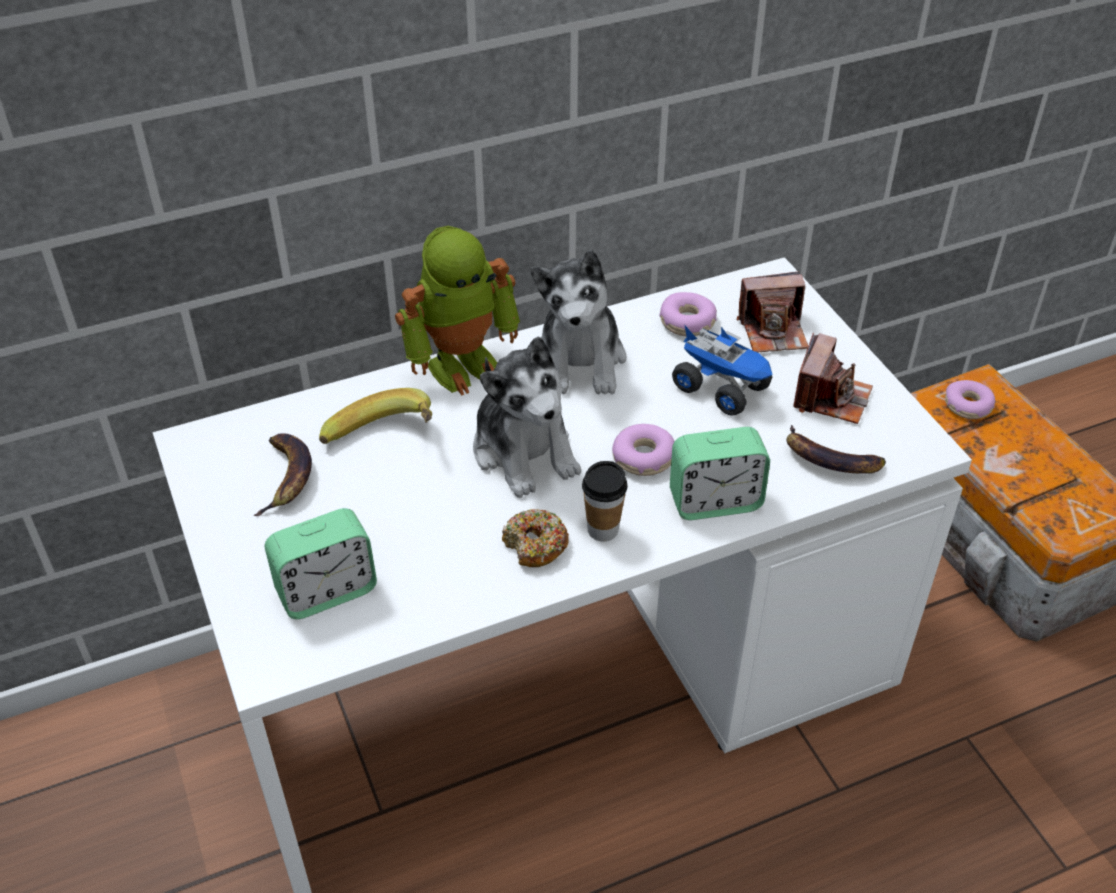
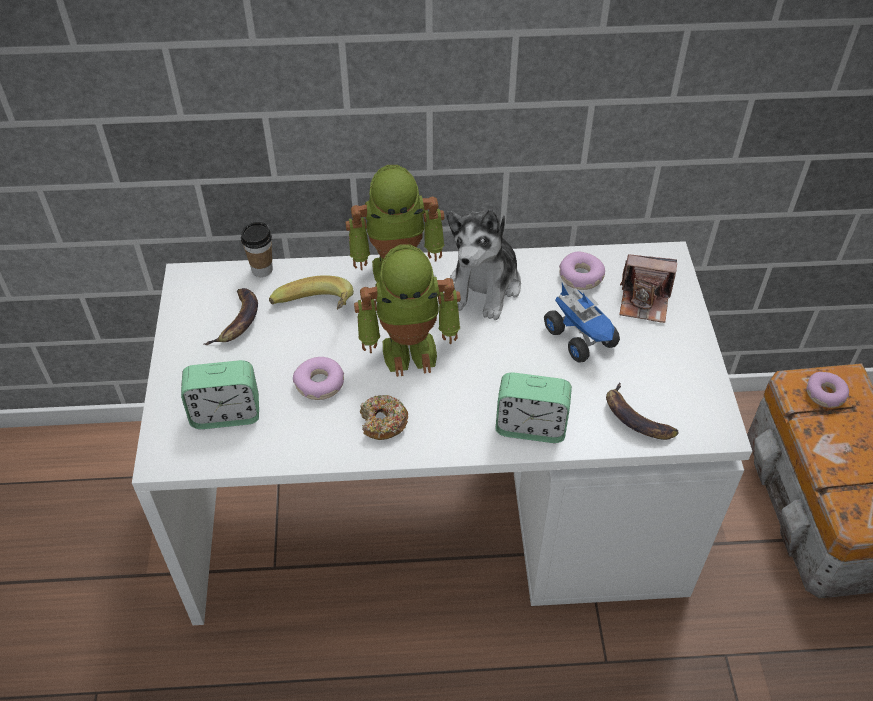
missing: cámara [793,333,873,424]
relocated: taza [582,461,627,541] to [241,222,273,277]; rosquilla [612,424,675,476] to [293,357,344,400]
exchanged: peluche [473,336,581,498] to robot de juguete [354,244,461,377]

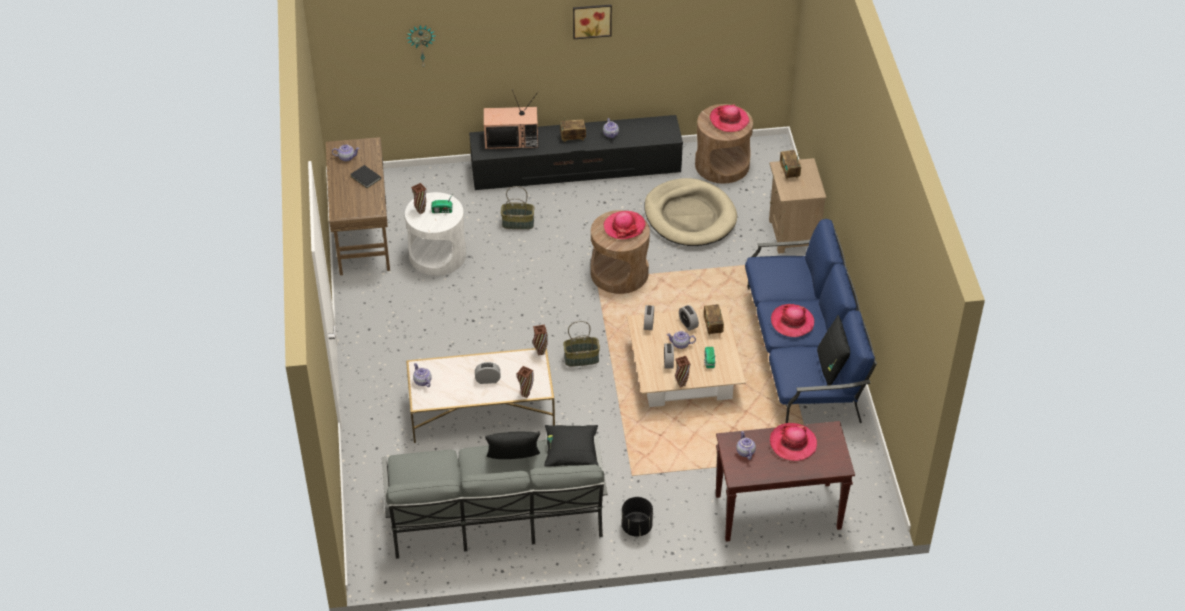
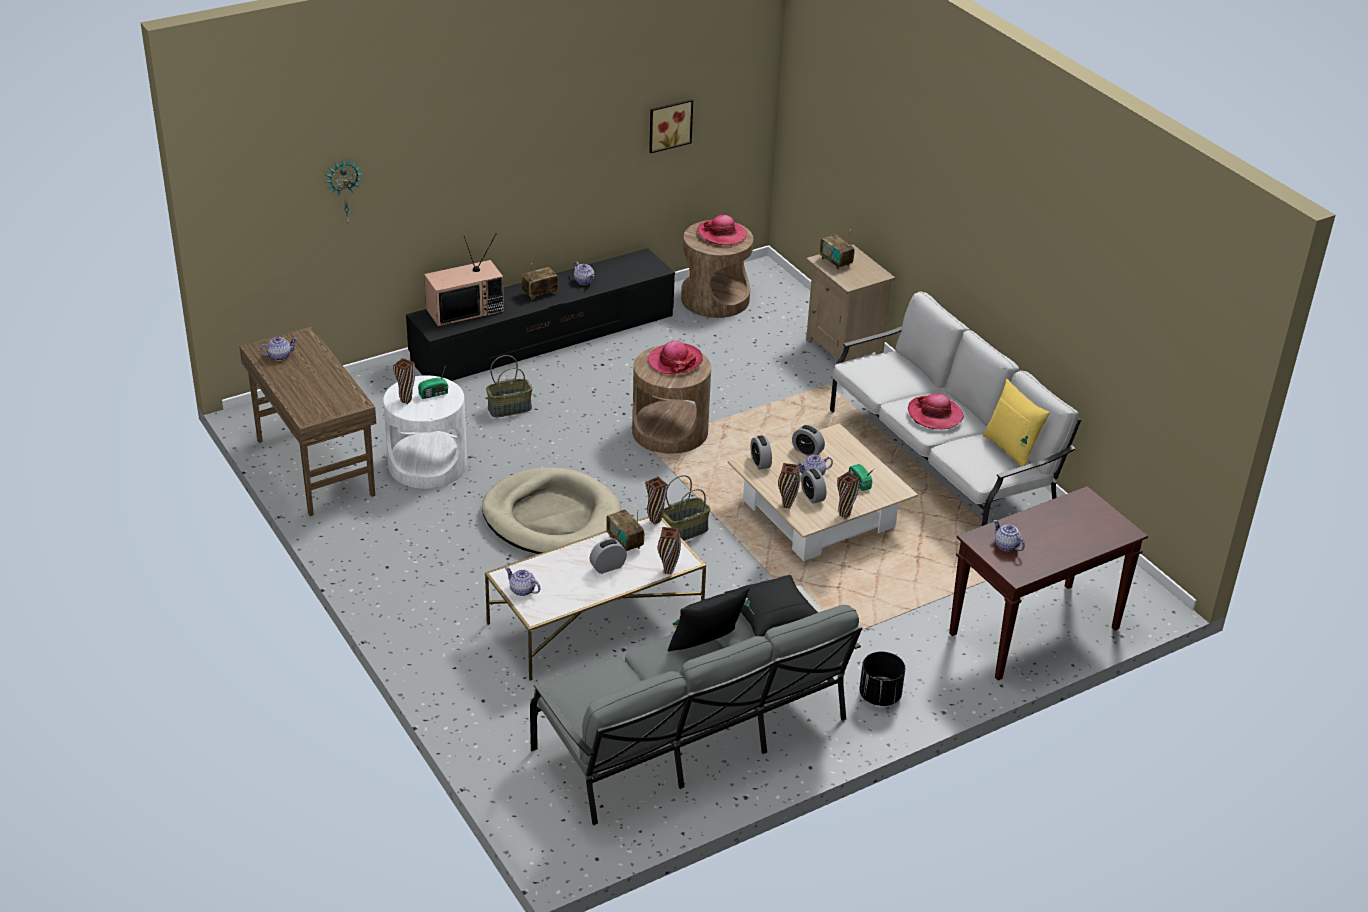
missing: libro/negro [350,165,381,188]; sombrero [770,423,817,461]
appeared: florero/marrón [778,463,800,508]
relocated: cuadro [573,4,612,39] to [649,99,693,153]; cama para perro/beis [644,178,737,246] to [482,467,621,554]; radio [704,304,724,335] to [606,509,644,551]
colour: sofá/azul [745,219,877,423] to sofá/blanco [830,291,1081,526]; cojín/negro [817,315,850,385] to cojín/amarillo [983,379,1049,467]

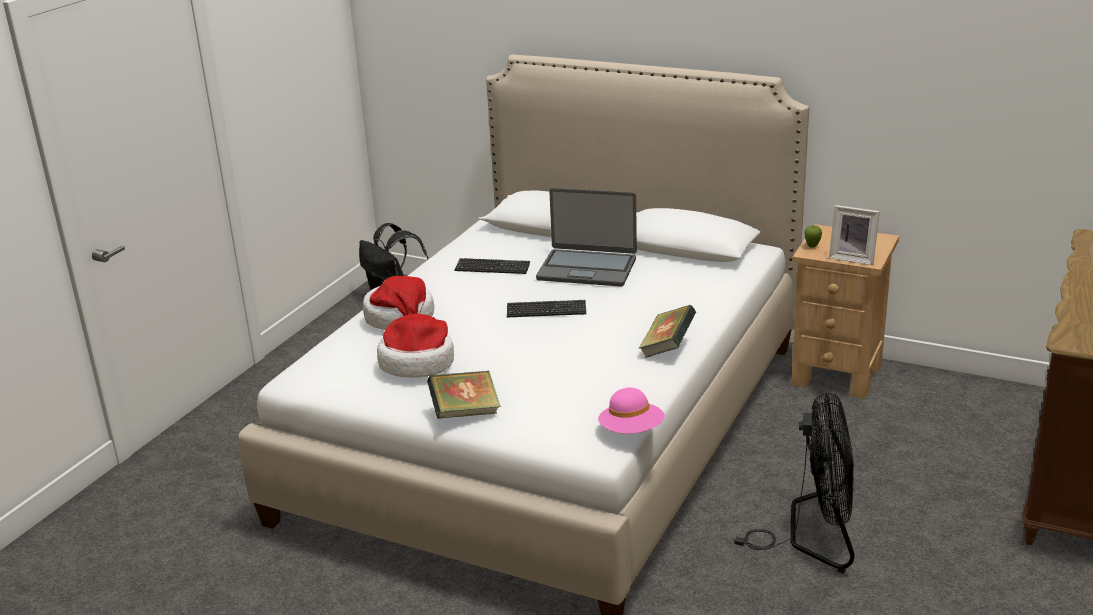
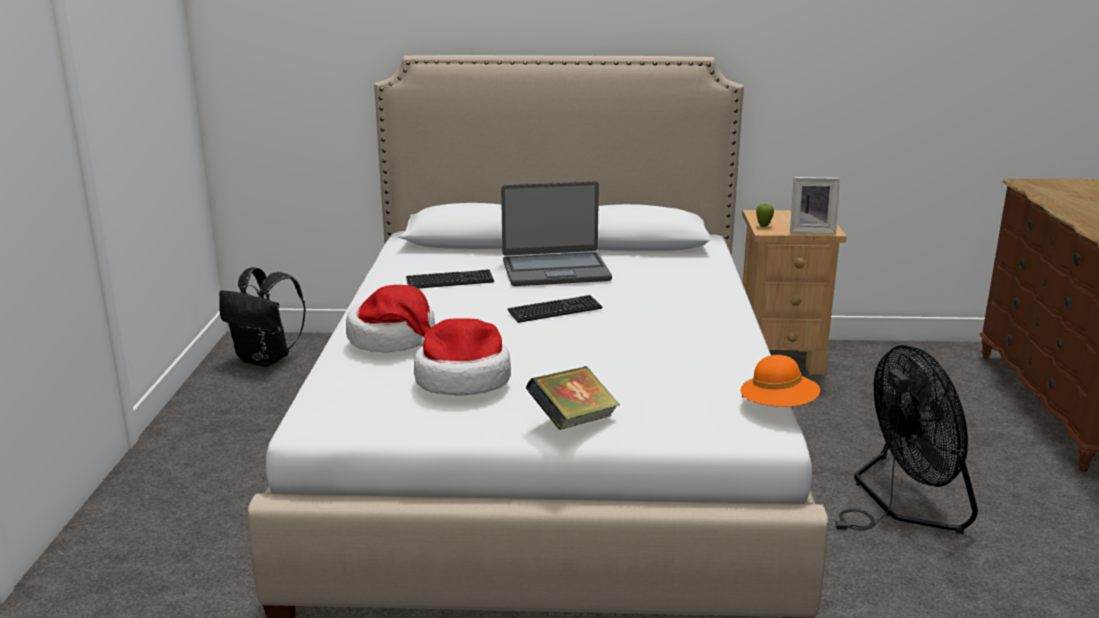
missing: libro [639,305,696,358]
colour: sombrero/rosa [598,388,665,434] to sombrero/naranja [740,355,820,407]

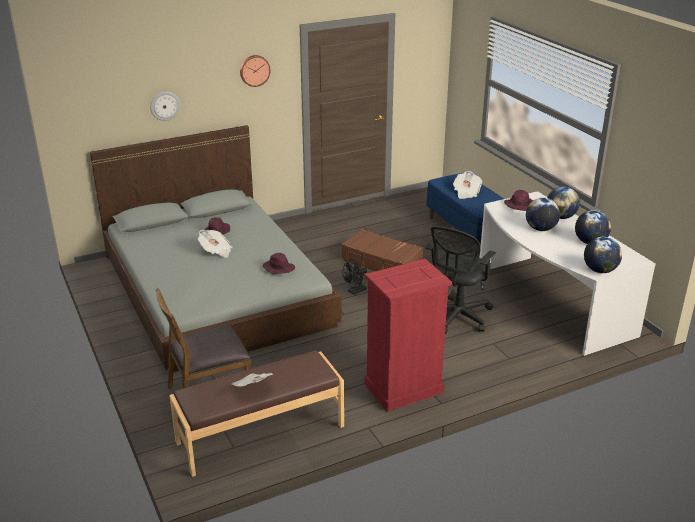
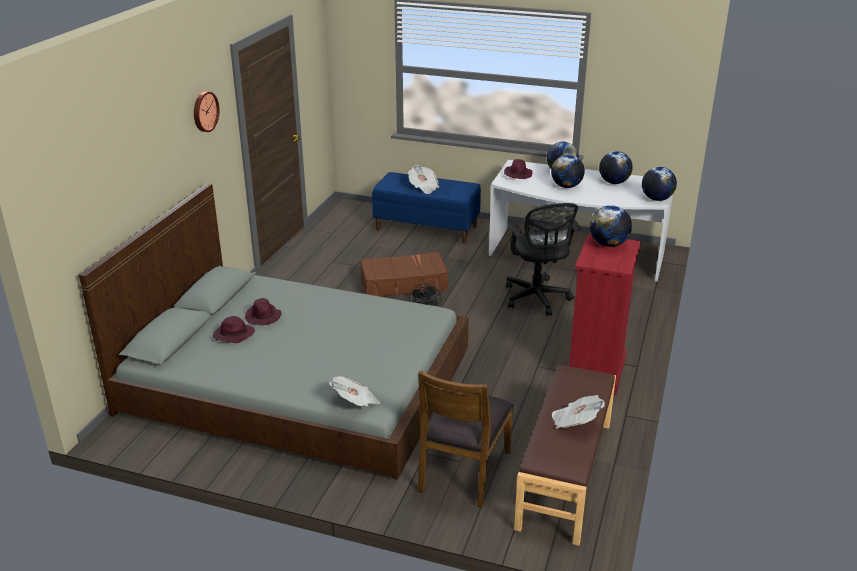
missing: reloj de pared [150,92,180,121]
appeared: globo terráqueo [590,205,632,247]
relocated: periódico [198,230,233,258] to [329,376,381,406]; sombrero/morado [263,253,295,274] to [213,316,255,343]

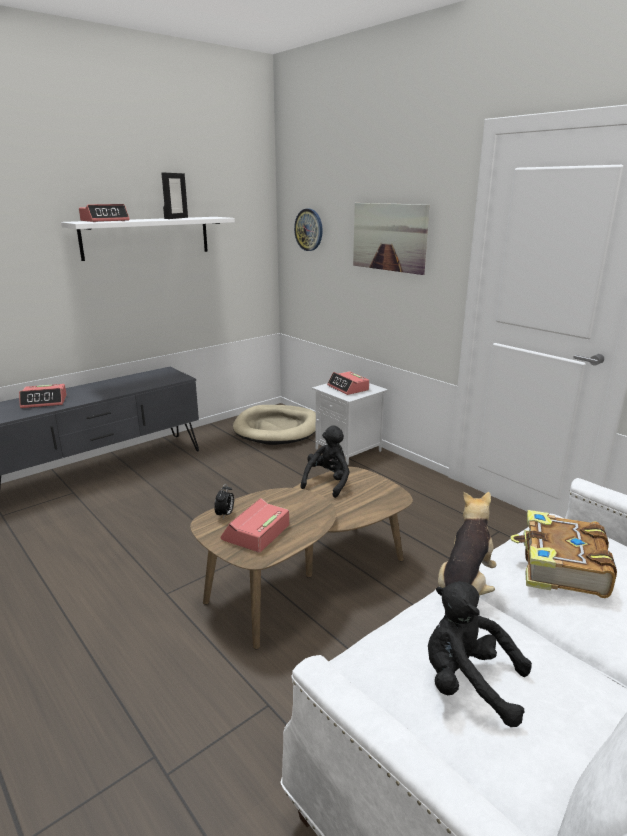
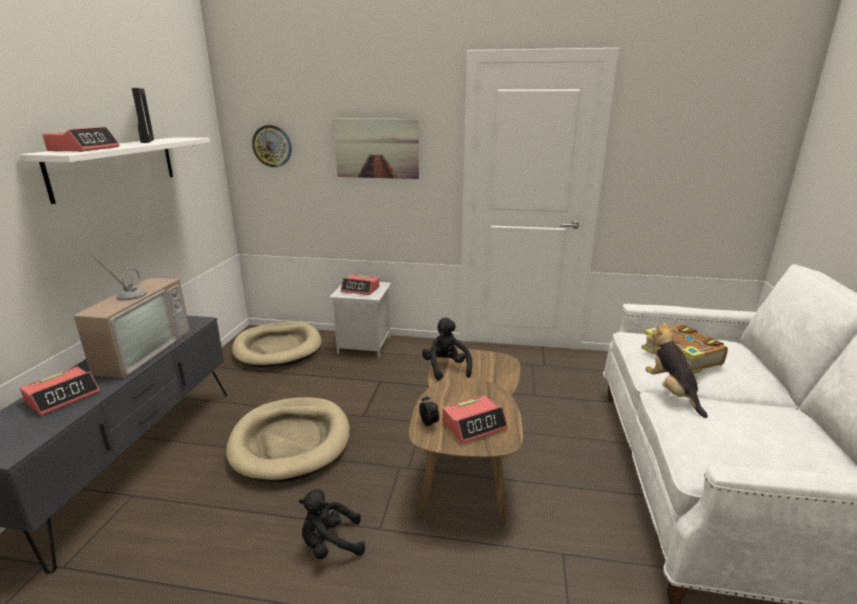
appeared: televisor [74,236,190,378]; cama para perro/beis [226,397,350,482]
relocated: peluche/negro [428,581,532,727] to [299,489,365,559]
spun: despertador [221,498,289,553] = [442,395,508,444] 105 degrees counterclockwise

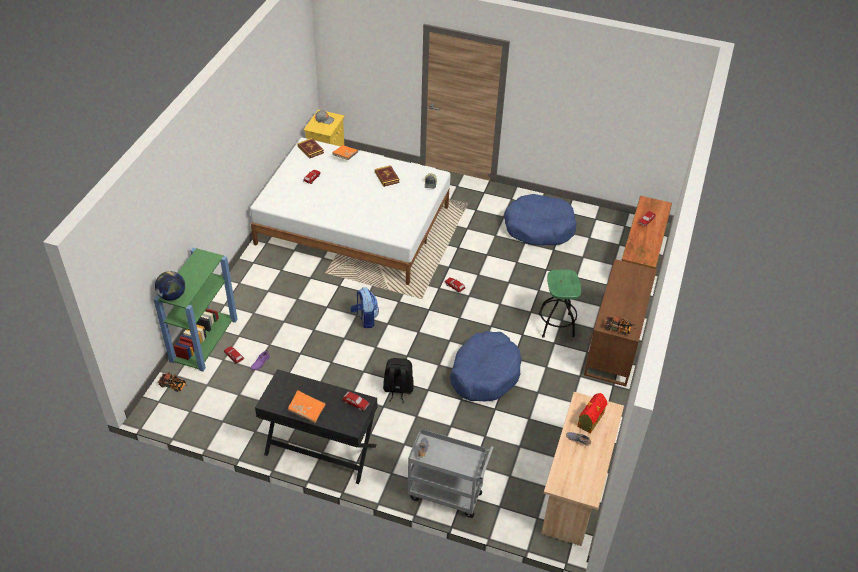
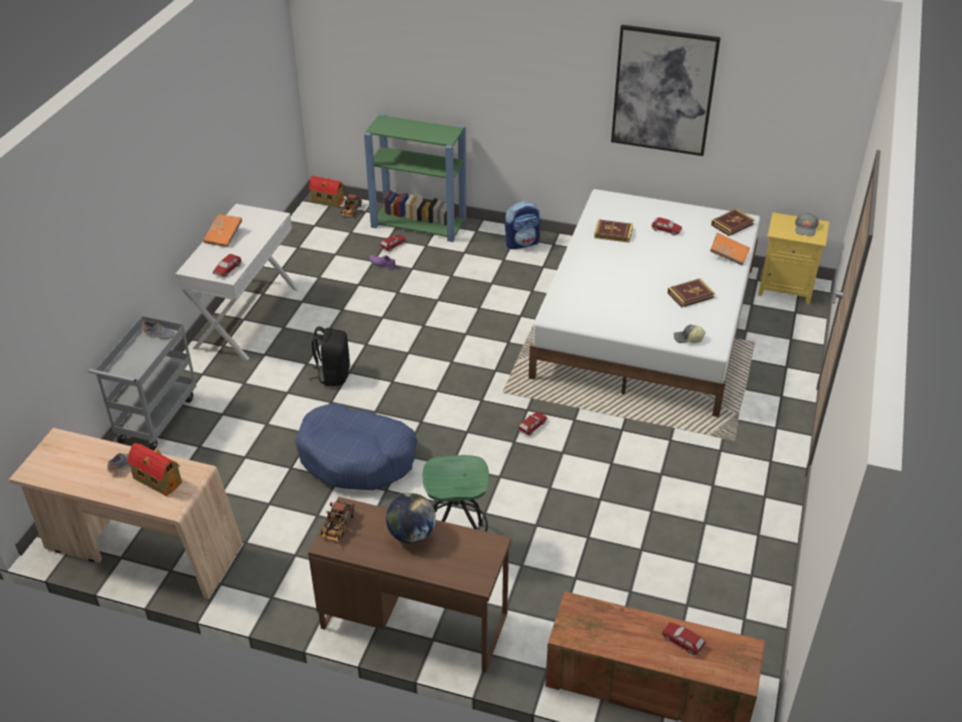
missing: cama para perro/azul [504,194,576,245]
appeared: casita [309,176,344,208]; libro [594,219,633,243]; cuadro [611,25,721,156]
relocated: globo terráqueo [155,271,186,301] to [386,493,436,544]; mochila [351,287,379,328] to [505,201,540,249]
colour: mesa consola/negro [255,369,378,484] to mesa consola/blanco [175,204,299,360]

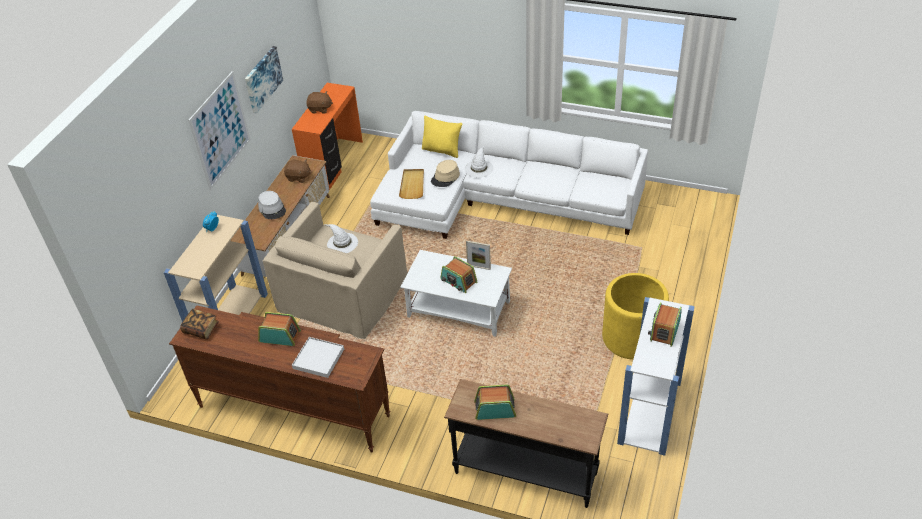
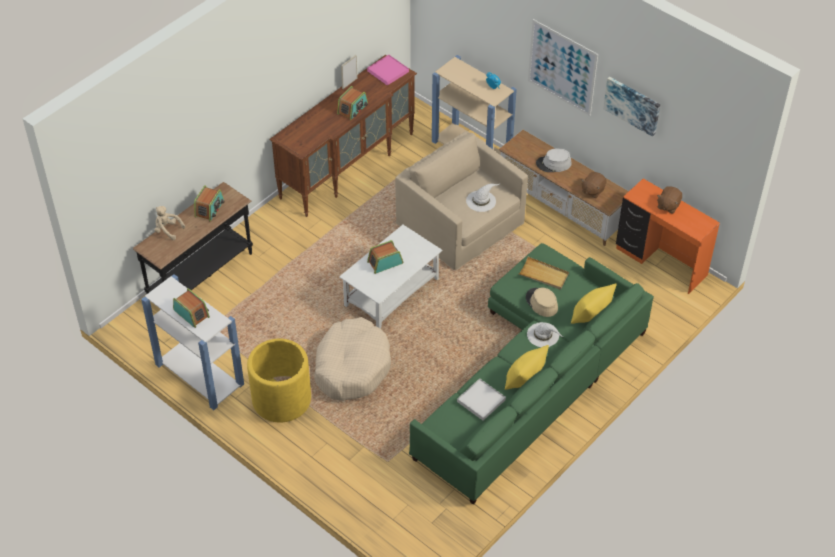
appeared: peluche/beis [154,206,185,240]; cama para perro/beis [314,317,391,401]; cojín/amarillo [505,345,549,390]
relocated: bandeja/blanco [292,337,344,378] to [457,378,506,421]; portarretratos [466,241,491,270] to [341,55,357,89]
exchanged: libro [180,309,219,340] to bandeja/rosa [367,55,409,85]
colour: sofá/blanco [370,111,648,239] to sofá/verde [409,243,654,504]

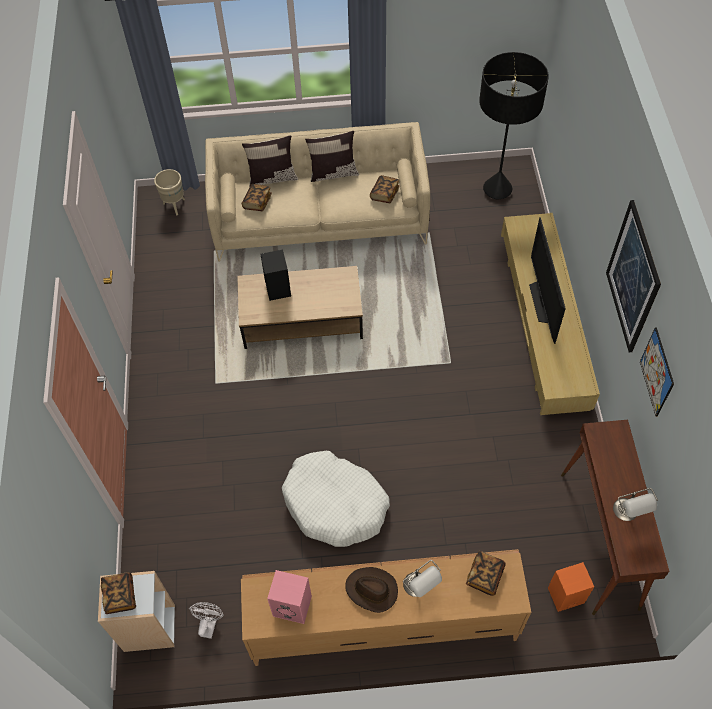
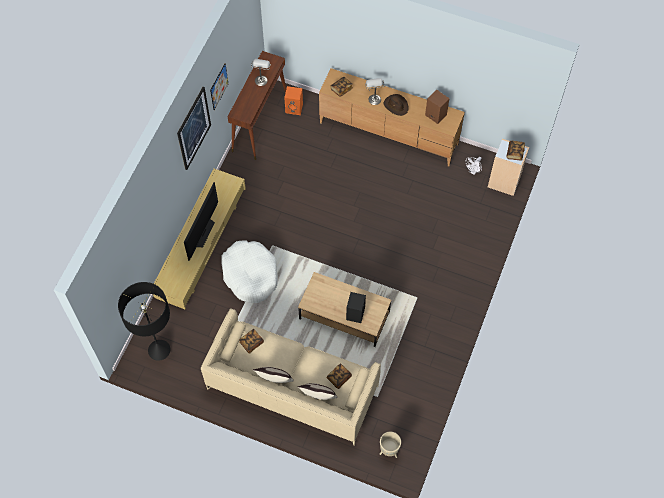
relocated: cama para perro/blanco [282,451,390,547] to [222,241,278,303]
colour: altavoz/rosa [267,570,312,624] to altavoz/marrón [425,89,449,124]

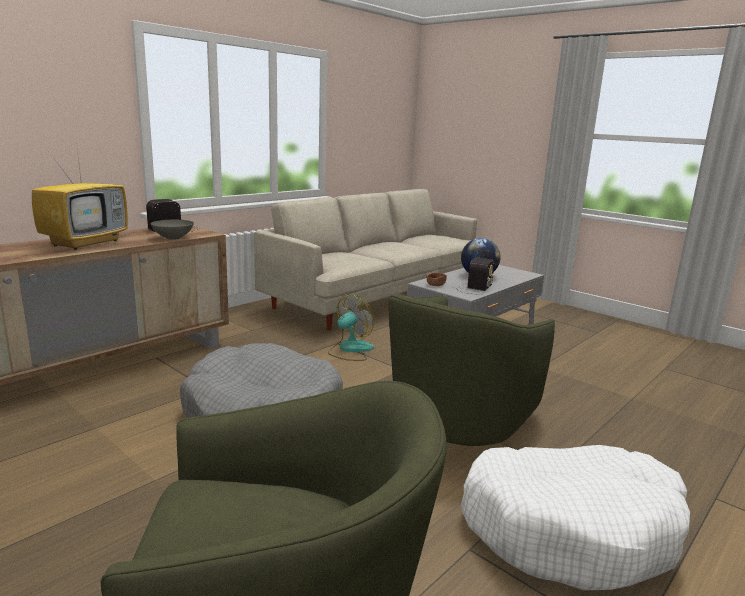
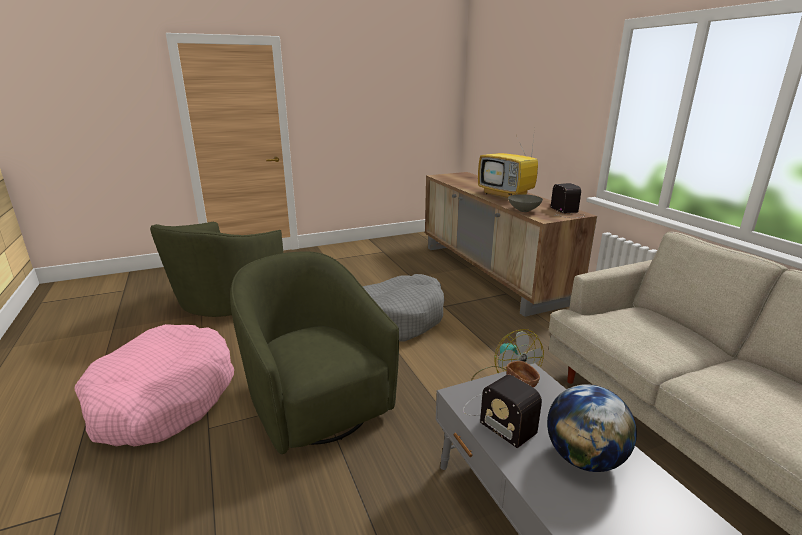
colour: cama para perro/blanco [461,445,690,591] to cama para perro/rosa [75,324,234,447]

